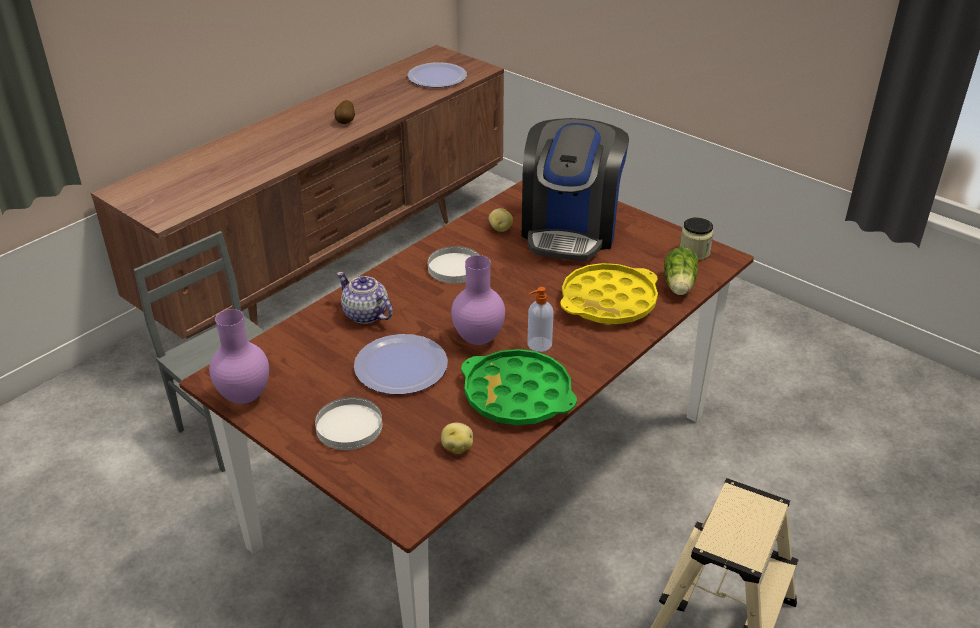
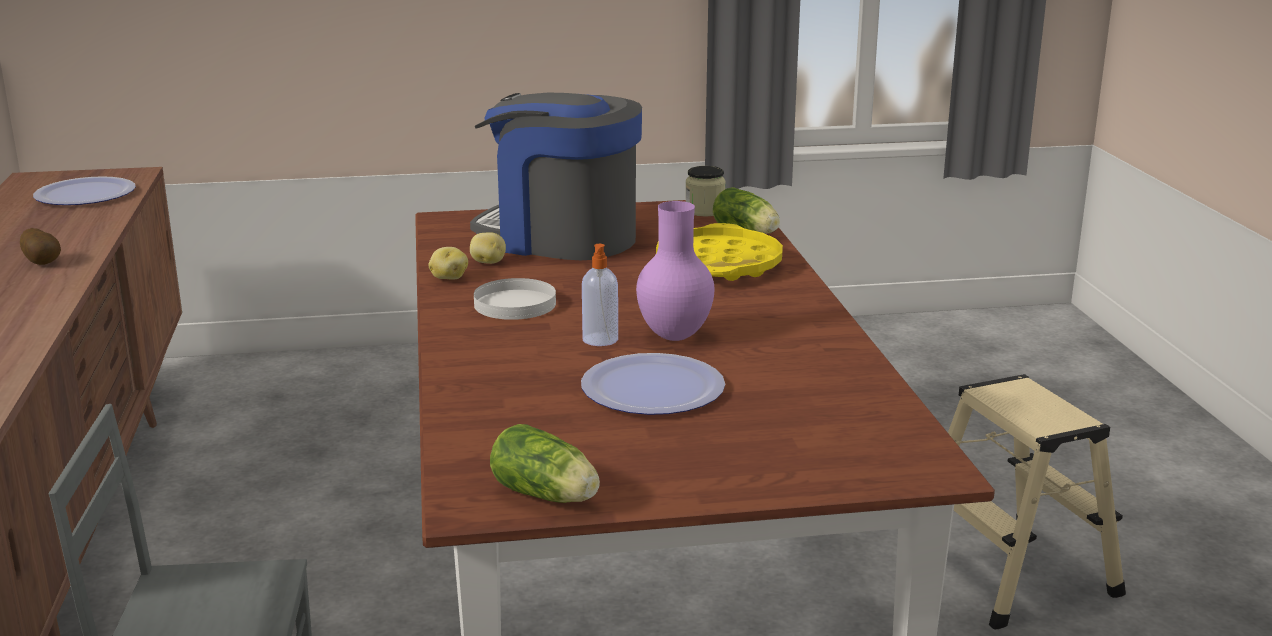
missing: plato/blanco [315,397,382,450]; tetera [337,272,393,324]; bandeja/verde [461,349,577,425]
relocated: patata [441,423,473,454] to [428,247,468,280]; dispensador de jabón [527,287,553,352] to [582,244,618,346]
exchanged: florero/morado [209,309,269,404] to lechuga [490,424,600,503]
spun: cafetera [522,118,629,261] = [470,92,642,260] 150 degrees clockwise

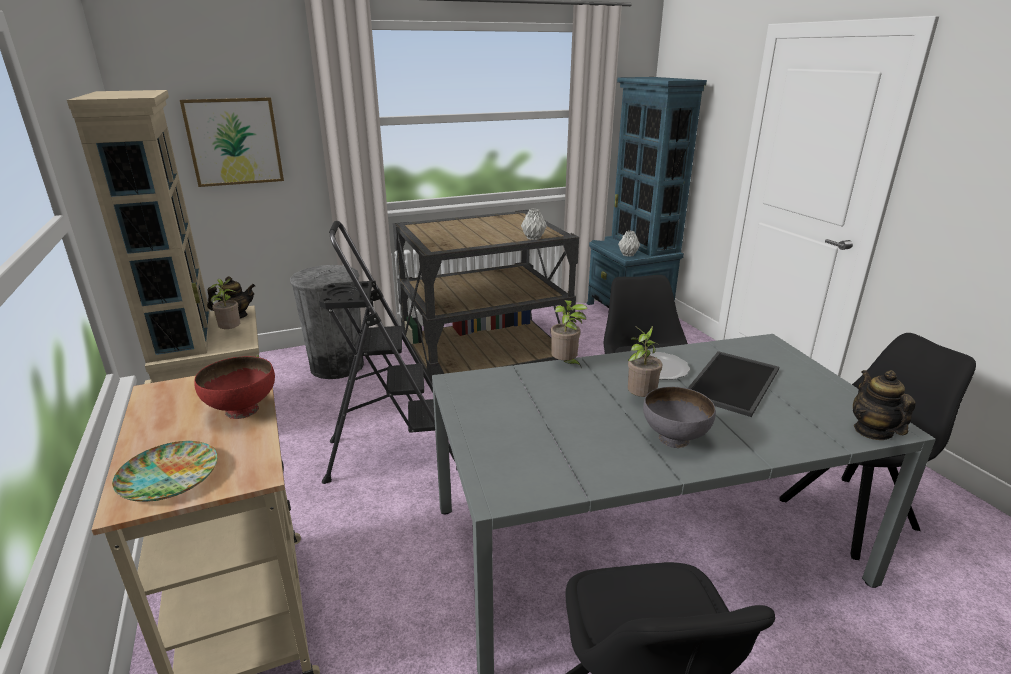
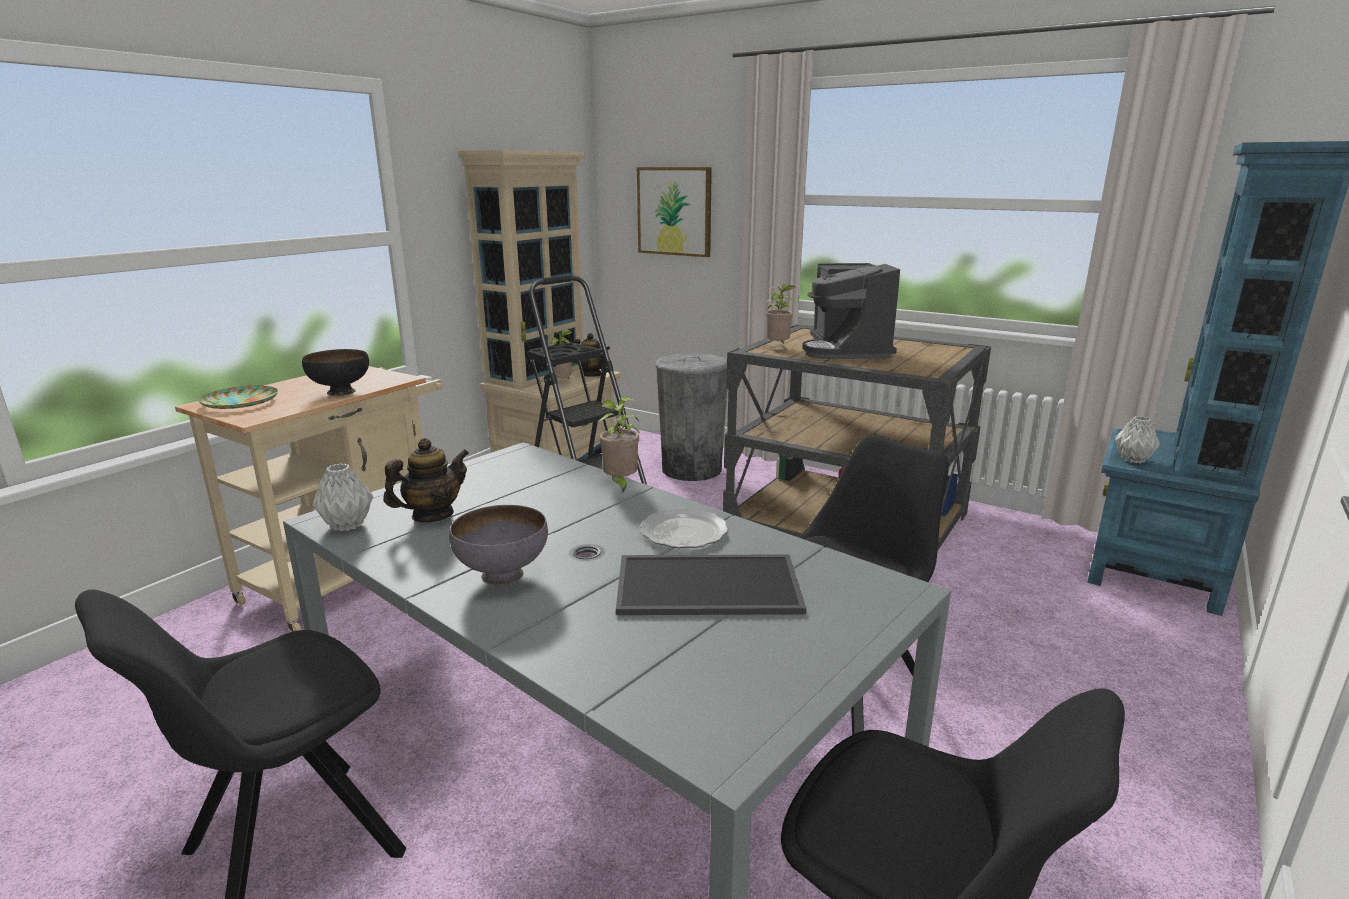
appeared: cafetera [803,263,900,359]
relocated: florero/gris [521,209,547,240] to [312,463,373,532]; planta en maceta [628,325,662,397] to [766,284,795,344]; tetera [853,370,916,440] to [383,438,469,522]
colour: cuenco/rojo [194,356,275,419] to cuenco/negro [302,349,369,396]

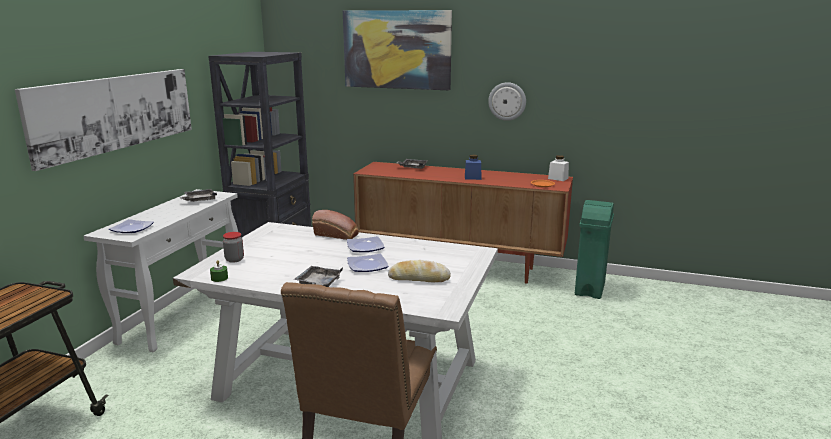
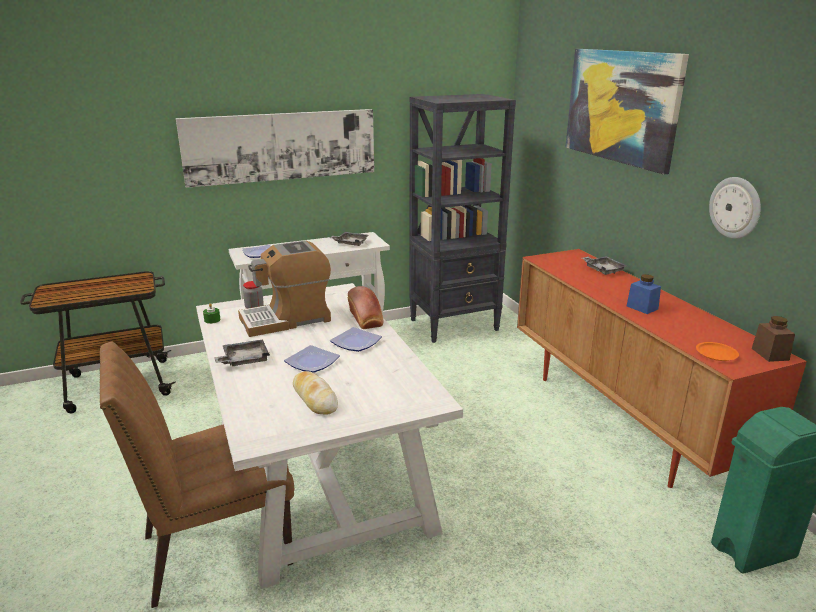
appeared: cafetera [238,240,331,337]
colour: tarro/blanco [548,155,569,181] to tarro/marrón [752,316,795,362]

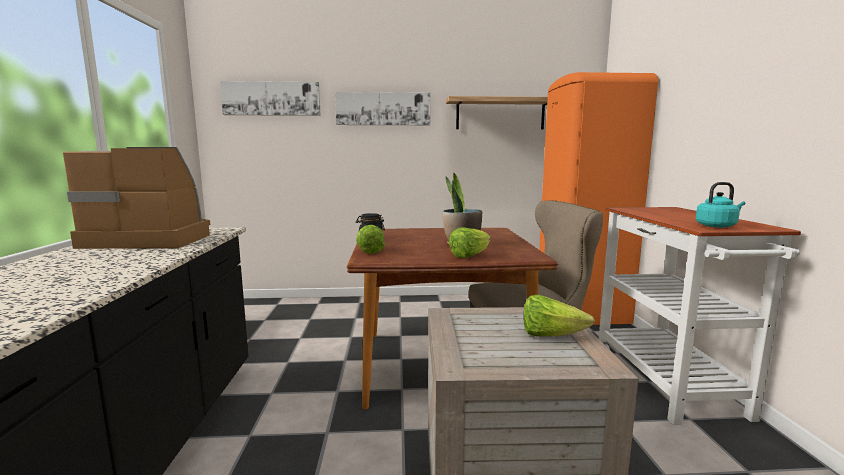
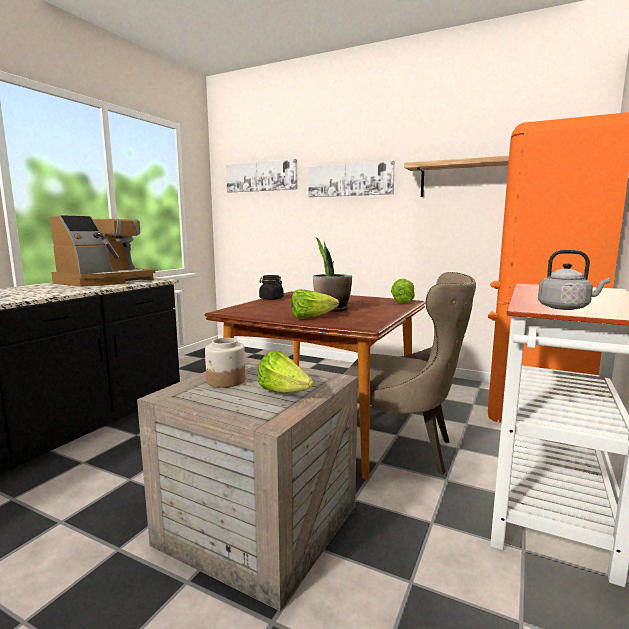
appeared: tarro [205,338,245,388]
relocated: lechuga [356,224,385,254] to [391,278,415,303]
colour: hervidor/turquesa [696,182,746,228] to hervidor/gris [538,250,611,310]
spun: cafetera [63,147,210,249] = [50,215,155,287] 90 degrees clockwise

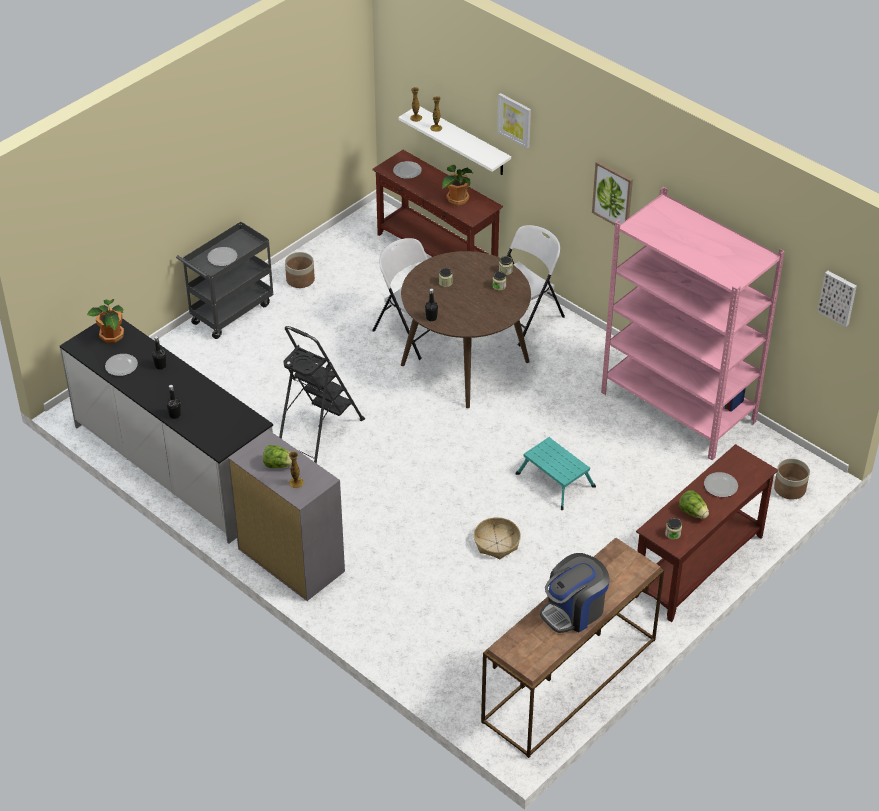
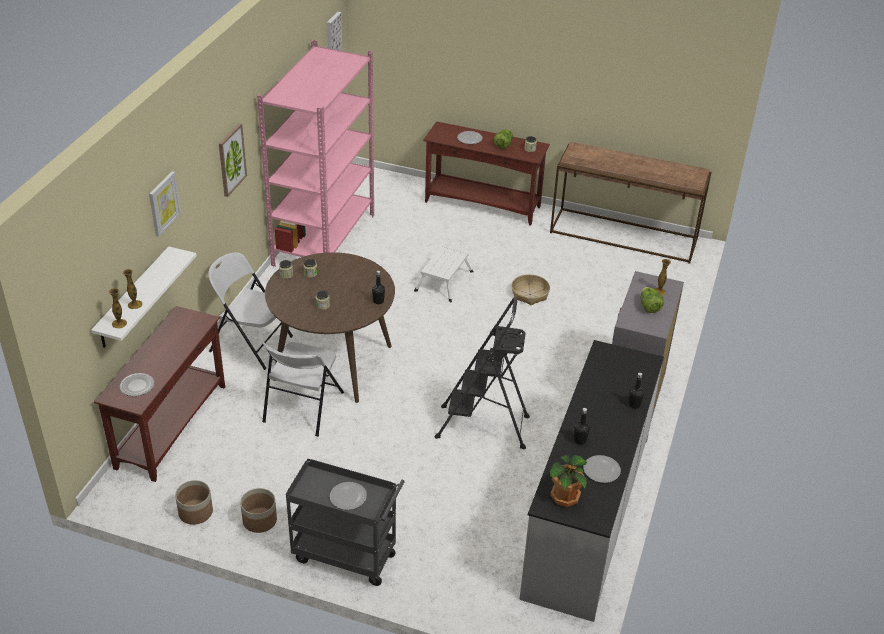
missing: planta en maceta [442,165,473,206]; cafetera [540,553,610,633]
relocated: maceta [774,458,810,500] to [175,480,213,525]
colour: escalera de tijera/turquesa [515,437,596,510] to escalera de tijera/blanco [414,245,473,303]

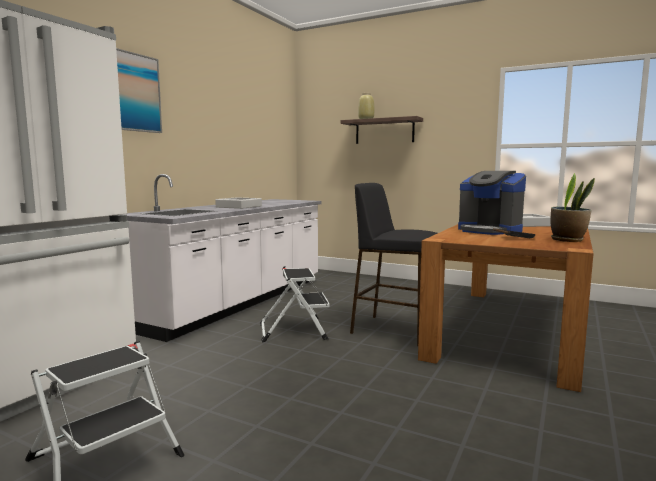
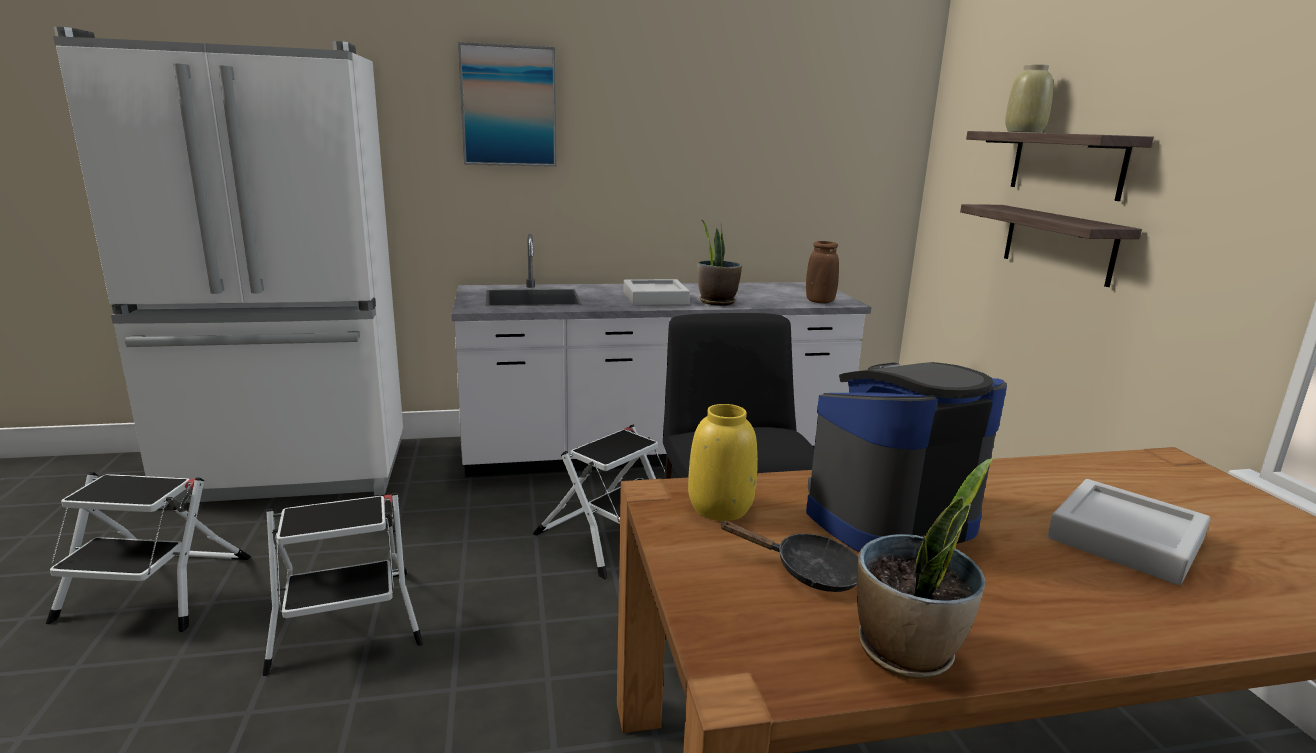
appeared: escalera de tijera [263,492,423,676]; florero/amarillo [688,404,758,521]; planta en maceta [697,219,742,306]; florero/marrón [806,241,839,303]; estante [960,204,1142,287]
spun: cafetera [458,171,526,235] = [806,362,1007,552] 60 degrees clockwise

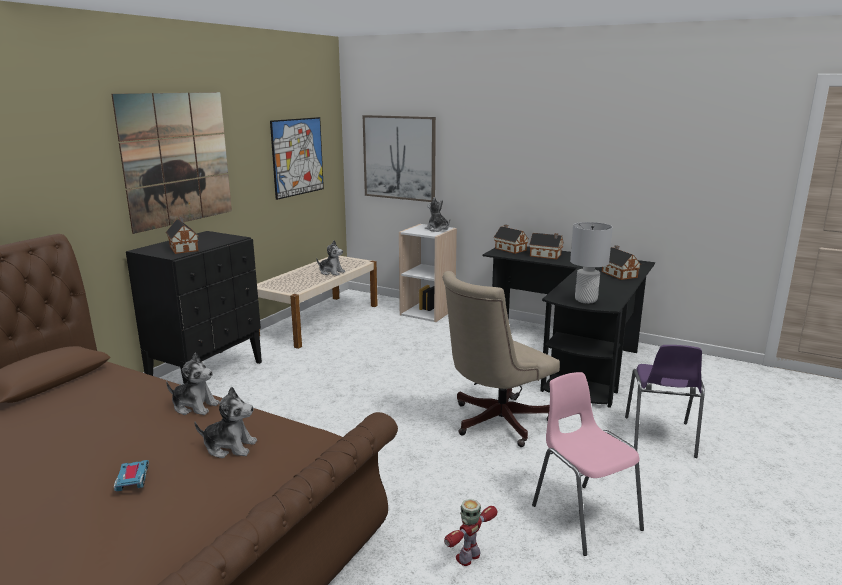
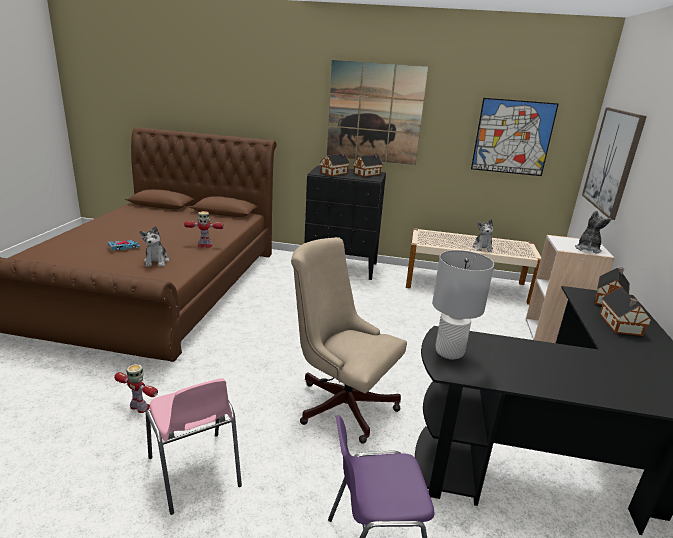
relocated: casita [602,245,641,280] to [353,153,383,177]
exchanged: peluche [166,352,220,415] to robot de juguete [184,211,224,248]
spun: silla/rosa [532,372,644,556] = [146,378,242,515] 105 degrees clockwise

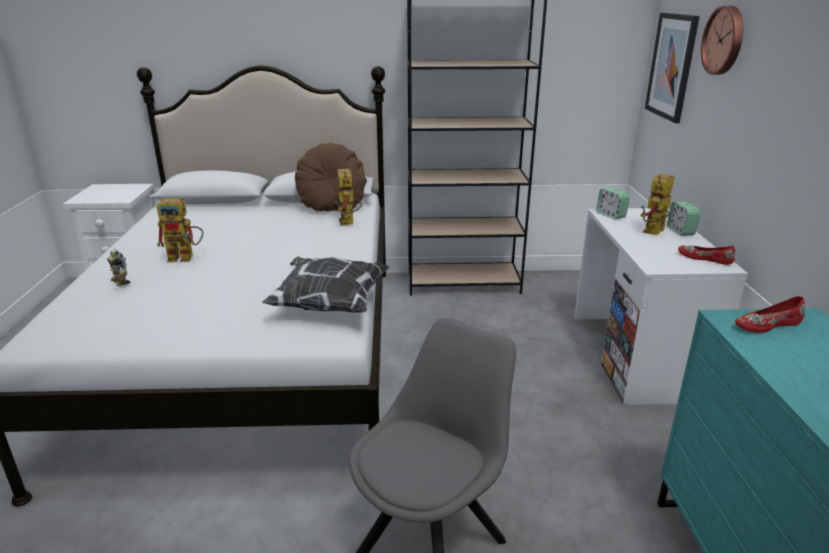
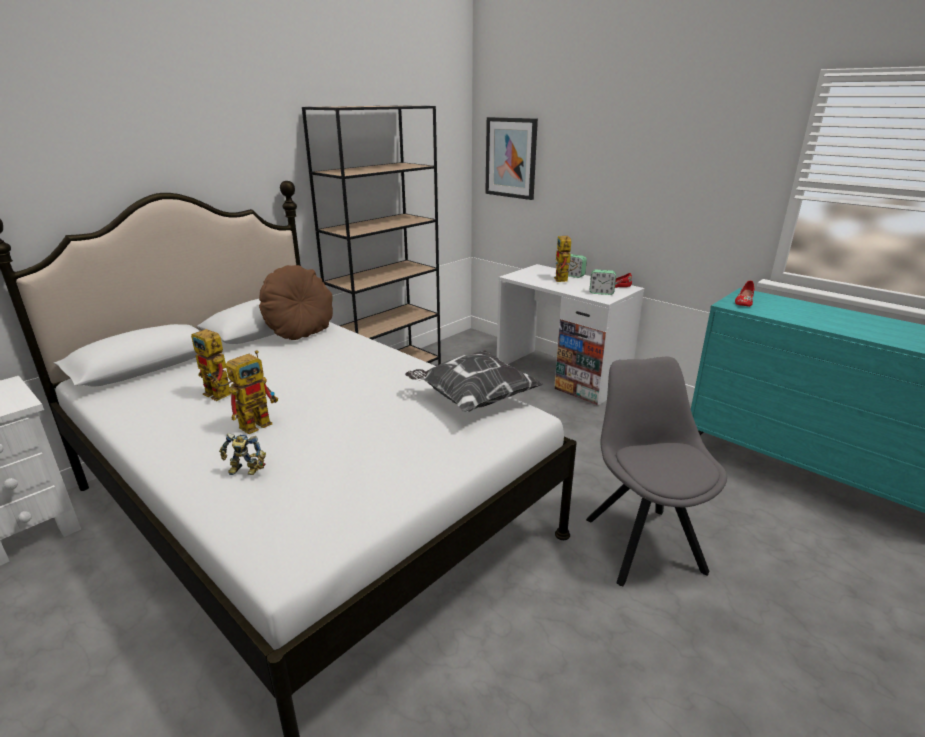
missing: reloj de pared [701,5,743,75]
relocated: robot de juguete [335,169,362,225] to [191,329,232,401]; despertador [596,187,630,219] to [590,270,616,295]

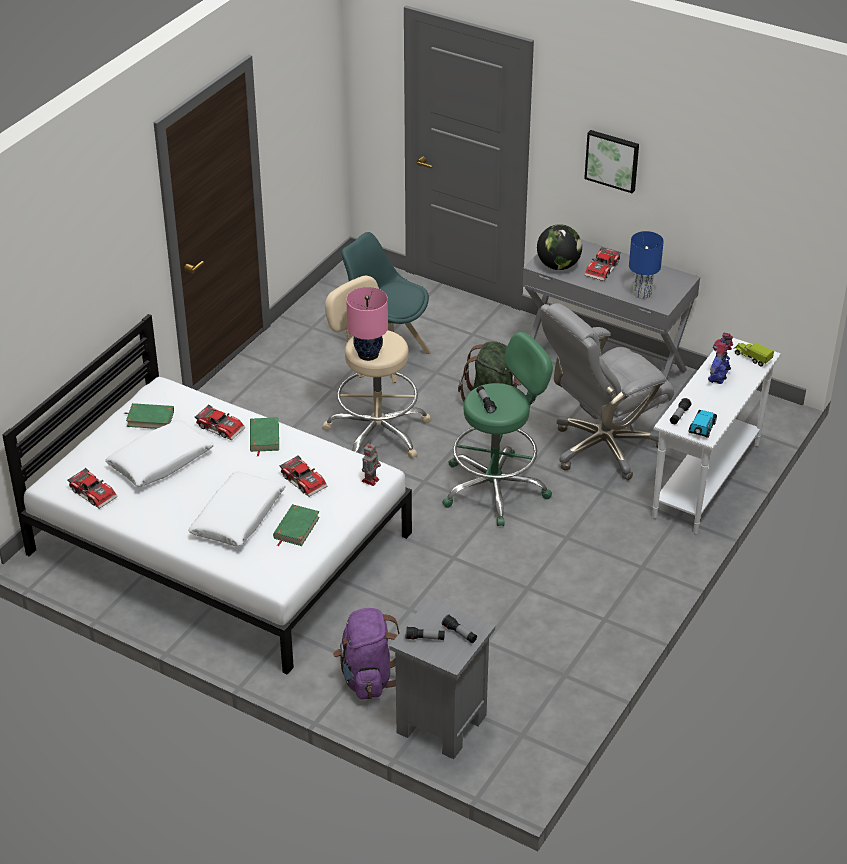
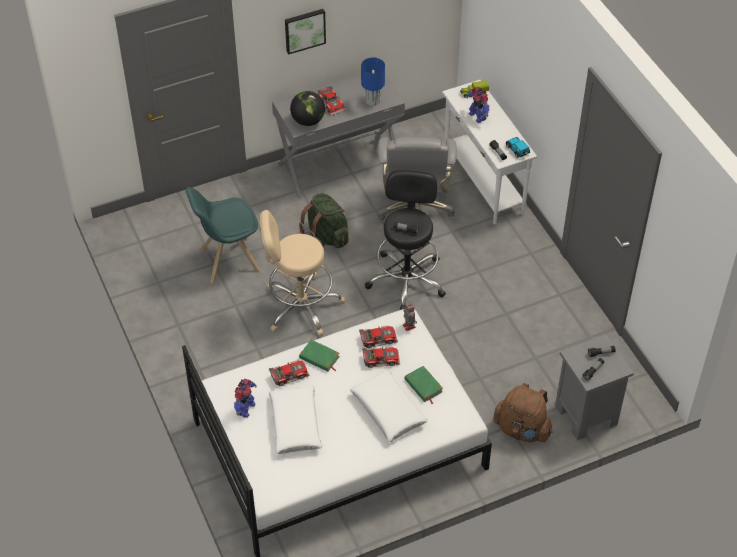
missing: lámpara de mesa/rosa [346,287,388,361]
relocated: coche de juguete [67,468,118,509] to [359,326,398,348]
exchanged: libro/verde [124,403,174,429] to robot de juguete [234,379,257,418]
colour: mochila/morado [333,608,399,700] to mochila/marrón [493,383,553,442]; taburete/verde [442,332,553,526] to taburete/negro [365,170,446,310]

